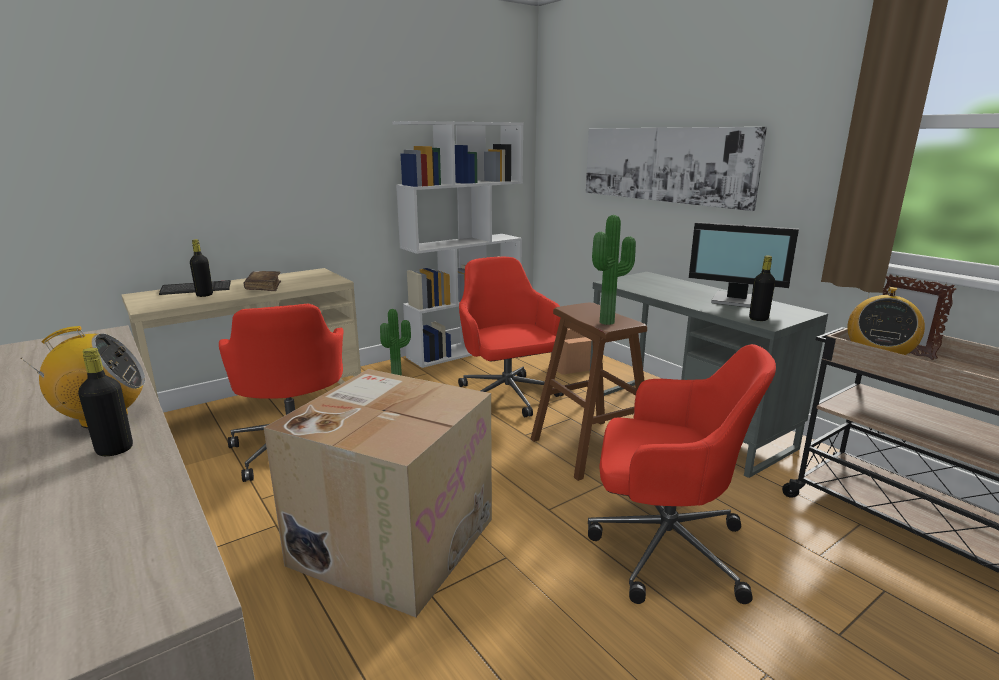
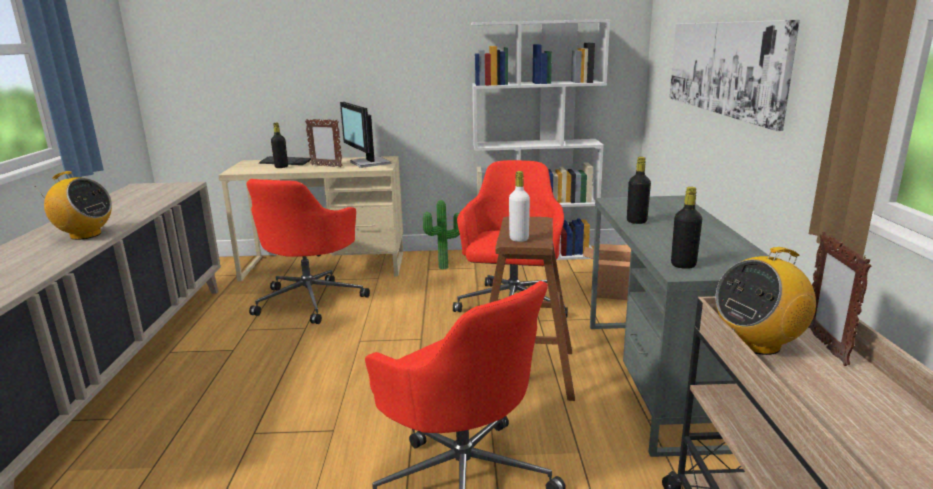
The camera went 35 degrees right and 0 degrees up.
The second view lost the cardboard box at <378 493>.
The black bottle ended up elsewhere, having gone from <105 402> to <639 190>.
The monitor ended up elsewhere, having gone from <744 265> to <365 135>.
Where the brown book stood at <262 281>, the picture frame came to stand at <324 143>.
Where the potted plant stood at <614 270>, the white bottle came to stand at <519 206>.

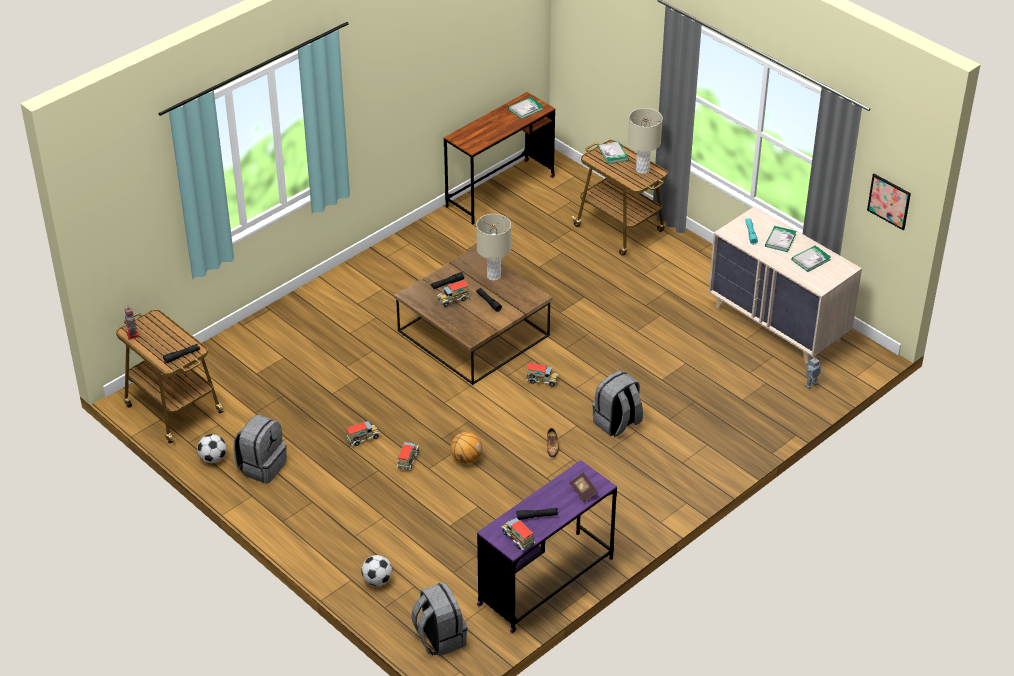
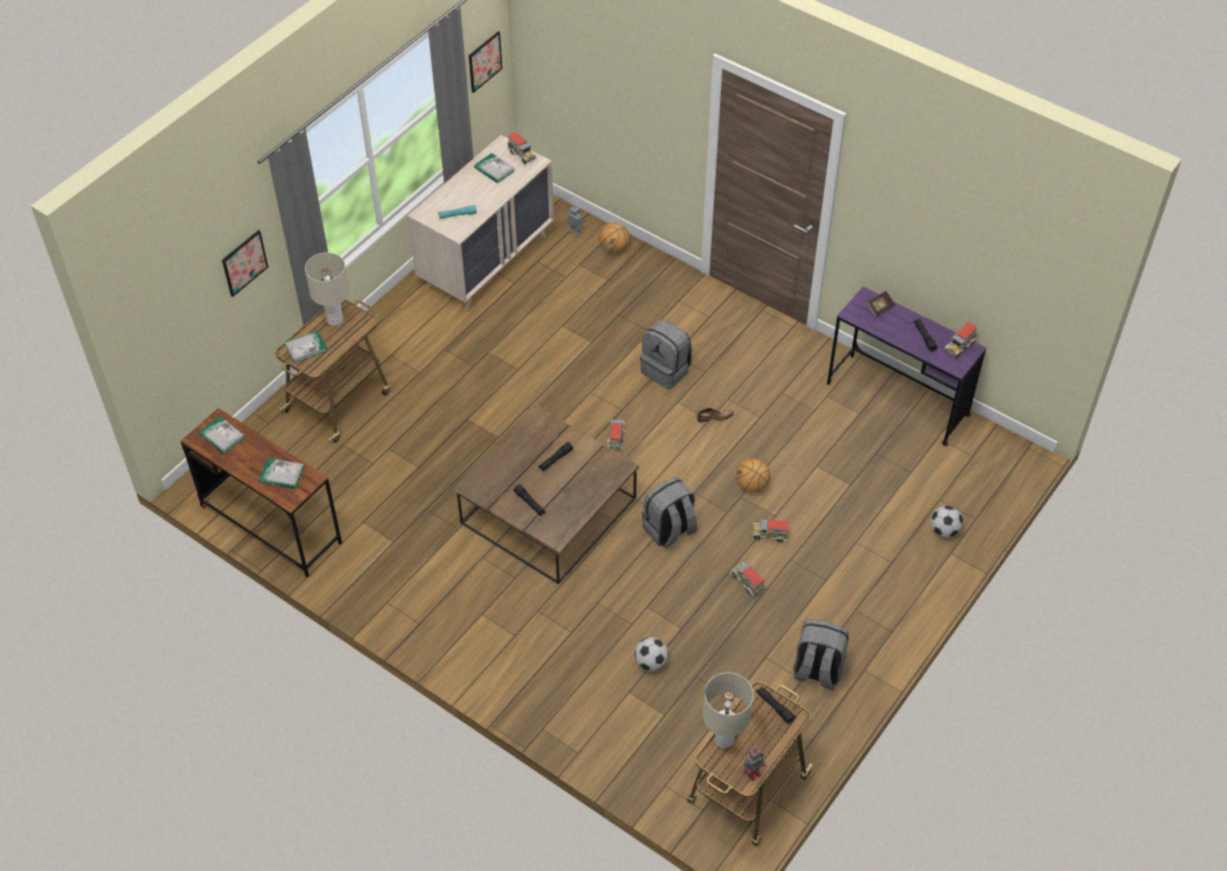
The camera went 100 degrees left and 10 degrees up.
The second view gained the picture at <245 263>.
The second view gained the basketball at <614 237>.
The football ended up elsewhere, having gone from <212 448> to <651 654>.
The grey backpack ended up elsewhere, having gone from <439 619> to <669 512>.
The toy truck ended up elsewhere, having gone from <453 293> to <521 148>.
The beige table lamp ended up elsewhere, having gone from <493 247> to <728 710>.
The book ended up elsewhere, having gone from <780 239> to <282 473>.

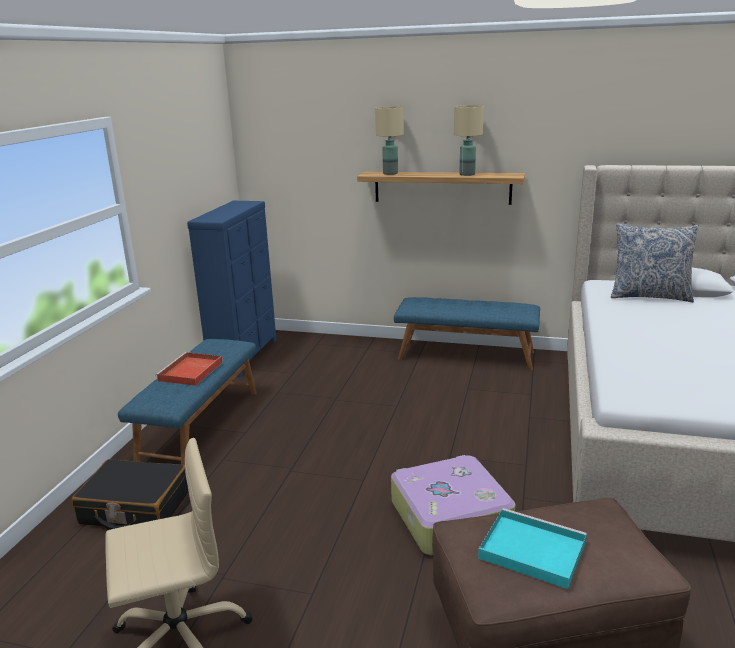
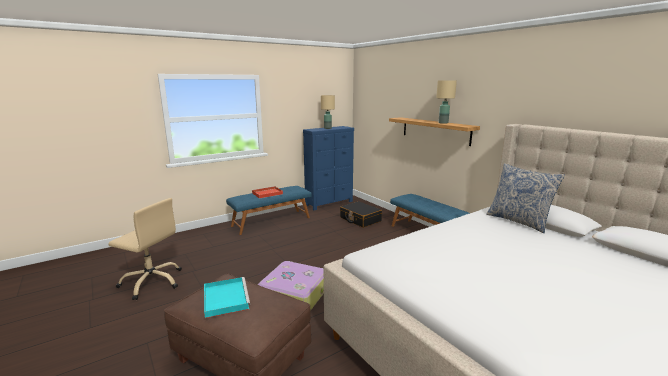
The camera went 40 degrees right and 5 degrees down.
The black suitcase ended up elsewhere, having gone from <130 494> to <361 214>.
The beige table lamp ended up elsewhere, having gone from <389 140> to <328 112>.

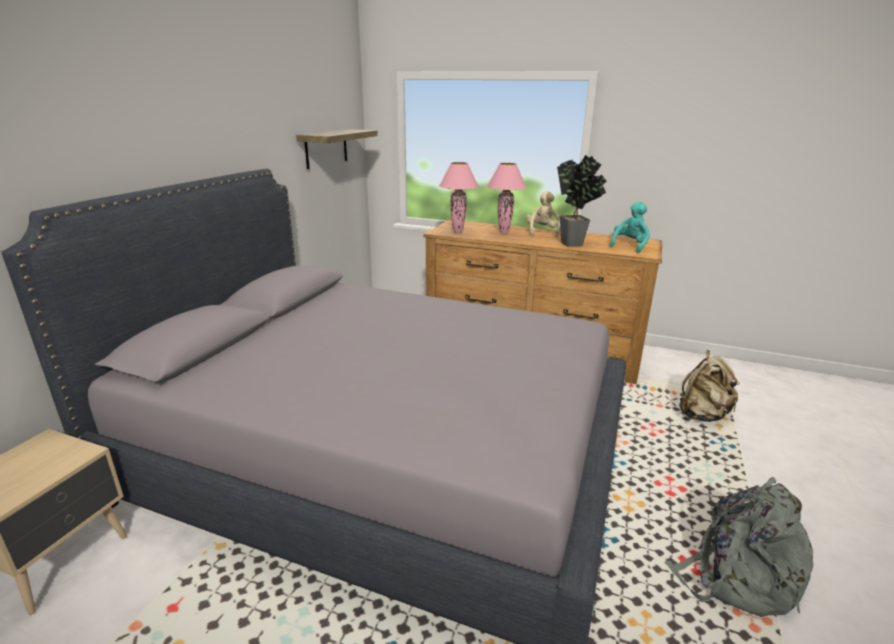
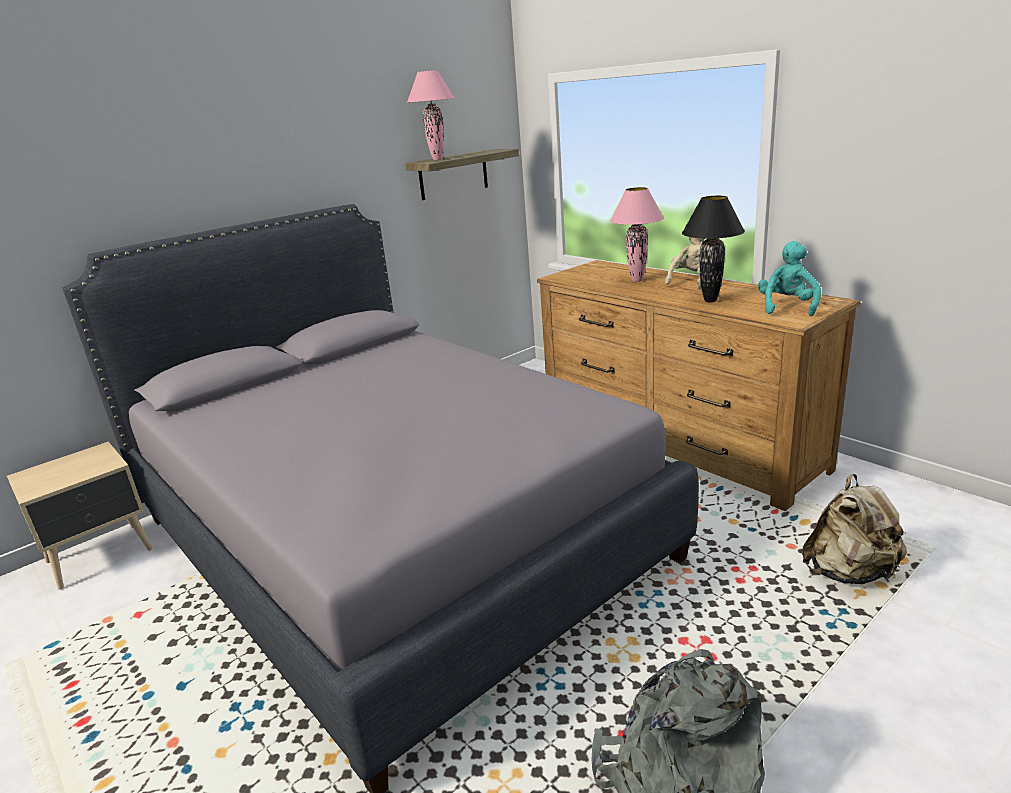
The camera went 30 degrees right and 0 degrees up.
The pink table lamp ended up elsewhere, having gone from <459 197> to <430 115>.
Where the potted plant stood at <582 201>, the black table lamp came to stand at <713 249>.
The turquoise plush toy at <630 227> ended up facing another way, 45 degrees counterclockwise from before.

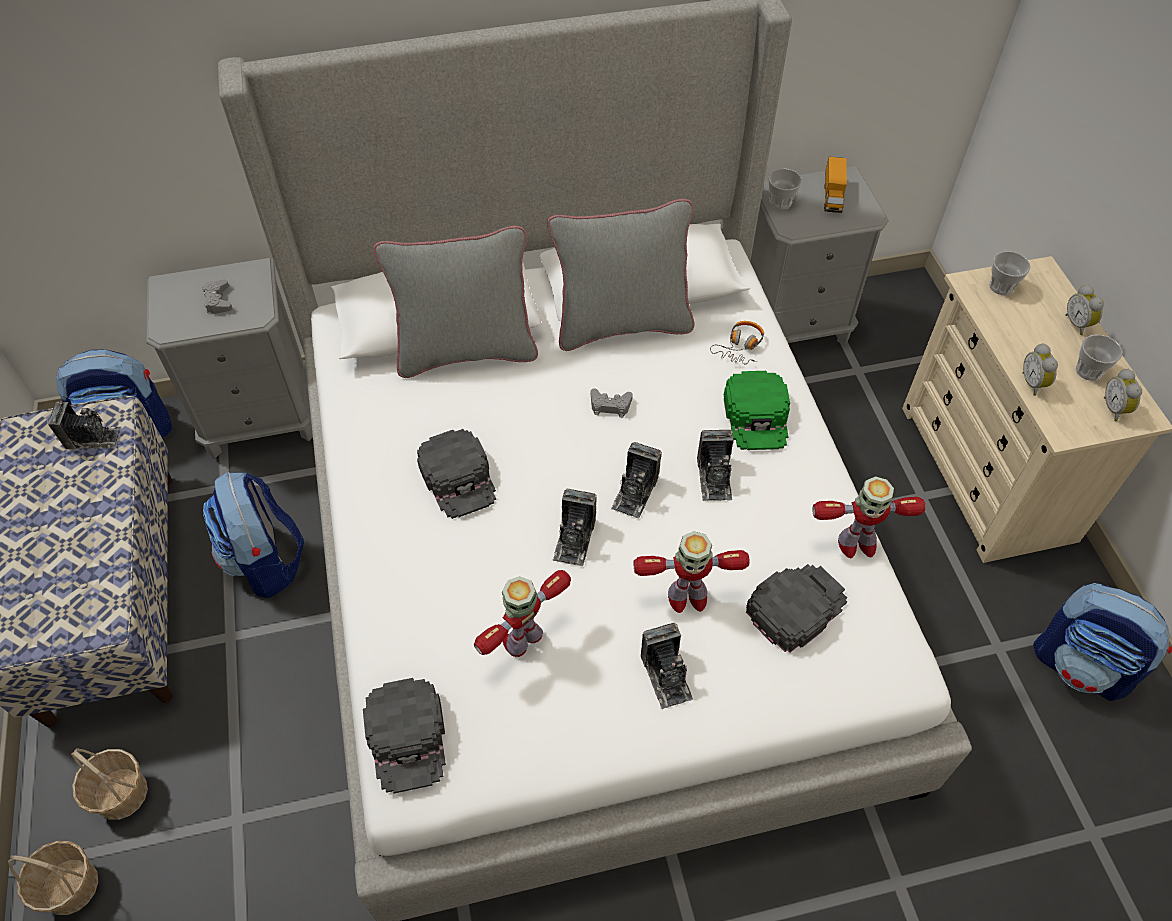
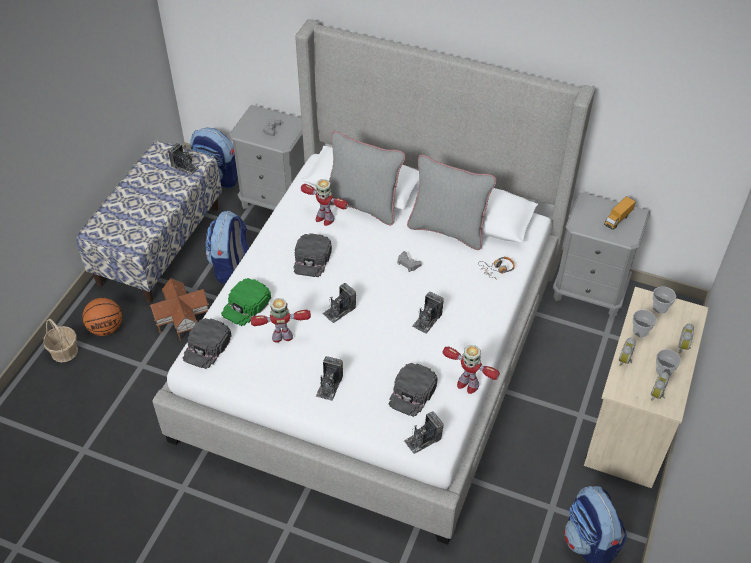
The camera went 35 degrees right and 5 degrees down.
The second view gained the toy house at <179 309>.
The photo camera ended up elsewhere, having gone from <636 480> to <423 432>.
The toy robot ended up elsewhere, having gone from <691 572> to <325 202>.
The green cap ended up elsewhere, having gone from <757 410> to <246 302>.
The cup ended up elsewhere, having gone from <785 189> to <644 323>.
Where the basket stood at <109 784>, the basketball came to stand at <102 317>.
The black cap at <796 608> ended up facing another way, 120 degrees clockwise from before.

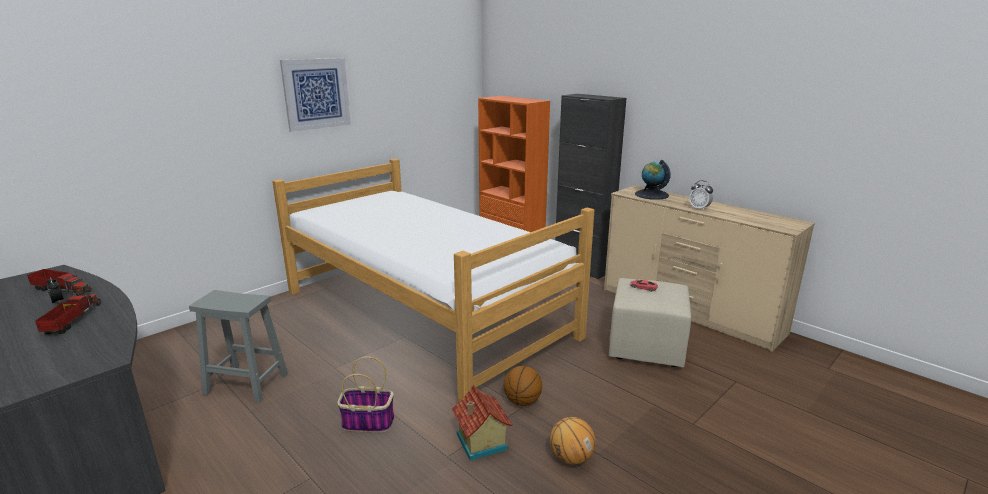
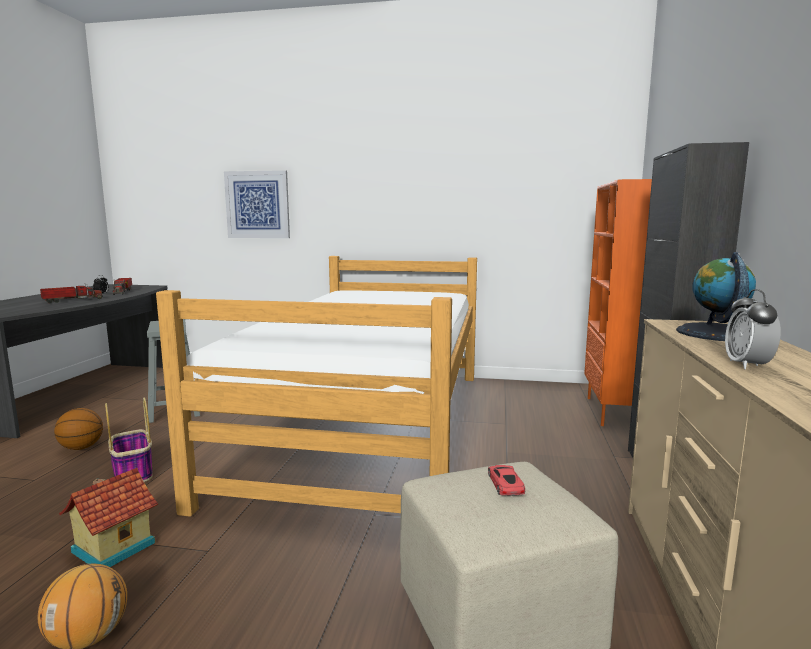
The camera went 55 degrees right and 10 degrees down.
The picture ended up elsewhere, having gone from <315 95> to <257 204>.
The basketball ended up elsewhere, having gone from <523 386> to <78 429>.

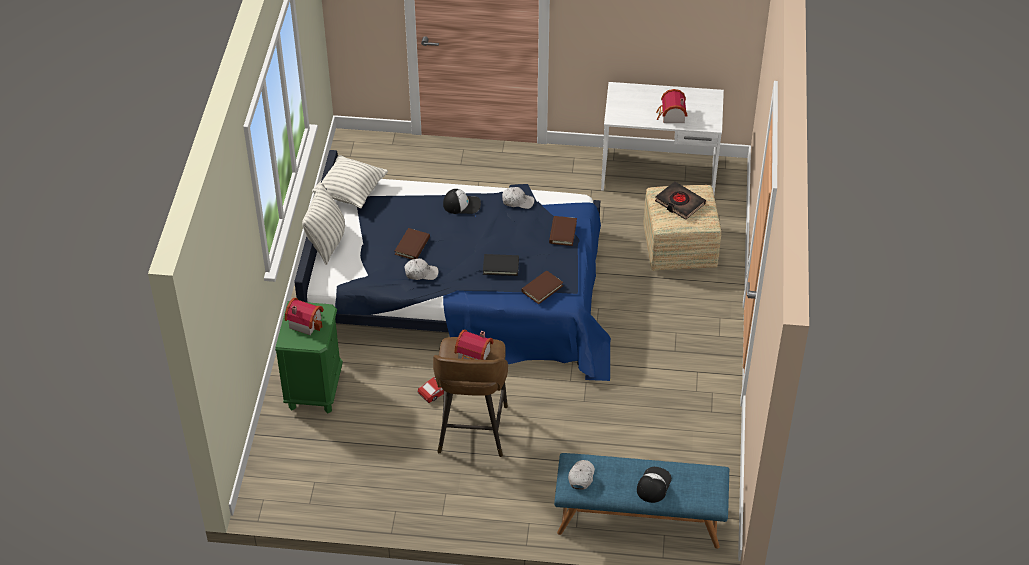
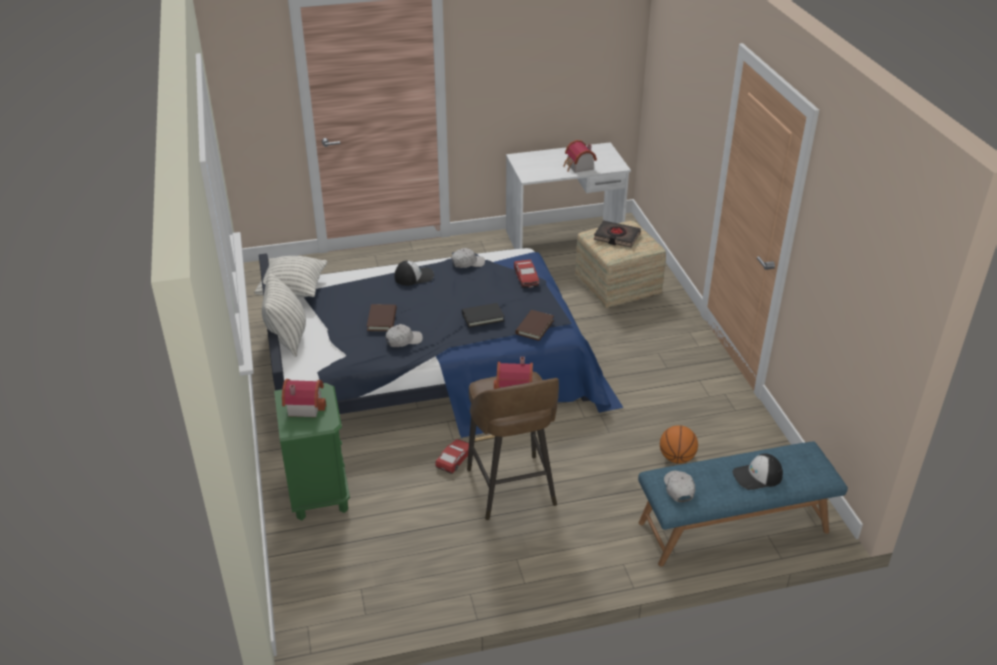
The camera went 20 degrees left and 10 degrees down.
The second view gained the basketball at <679 444>.
Where the brown book stood at <563 231>, the toy car came to stand at <526 273>.
The cap at <654 485> ended up facing another way, 105 degrees counterclockwise from before.

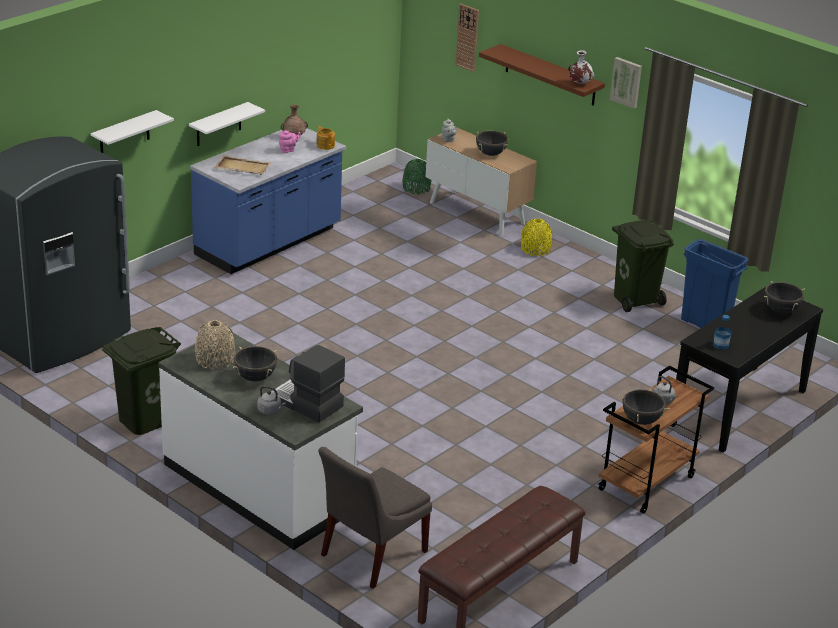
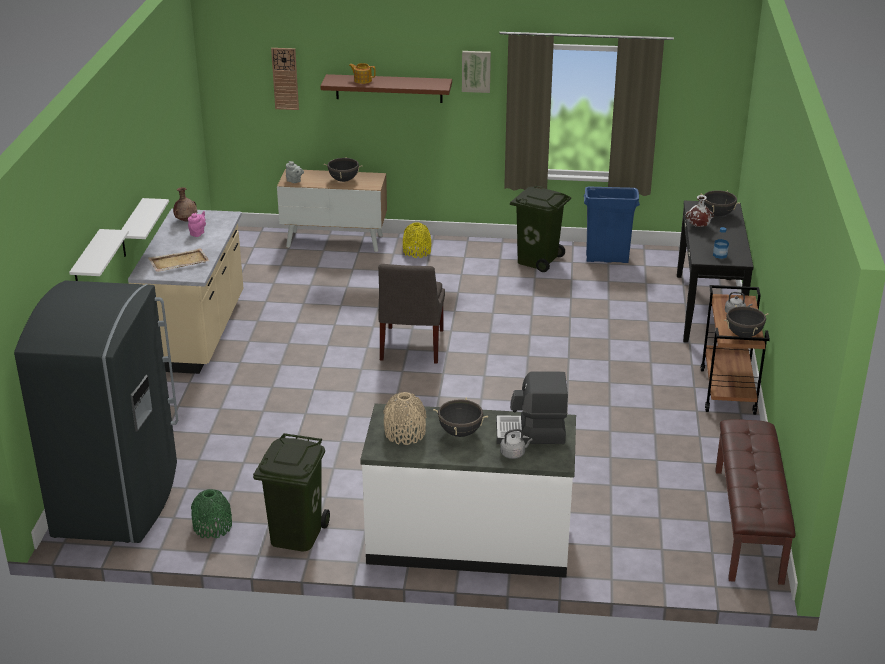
The camera went 35 degrees left and 0 degrees up.
The teapot ended up elsewhere, having gone from <325 138> to <362 73>.
The grey chair ended up elsewhere, having gone from <375 518> to <411 314>.
The green vase ended up elsewhere, having gone from <417 176> to <211 513>.
The white vase ended up elsewhere, having gone from <581 67> to <699 211>.
What was the blue counter at <268 201> turned into the beige counter at <185 291>.

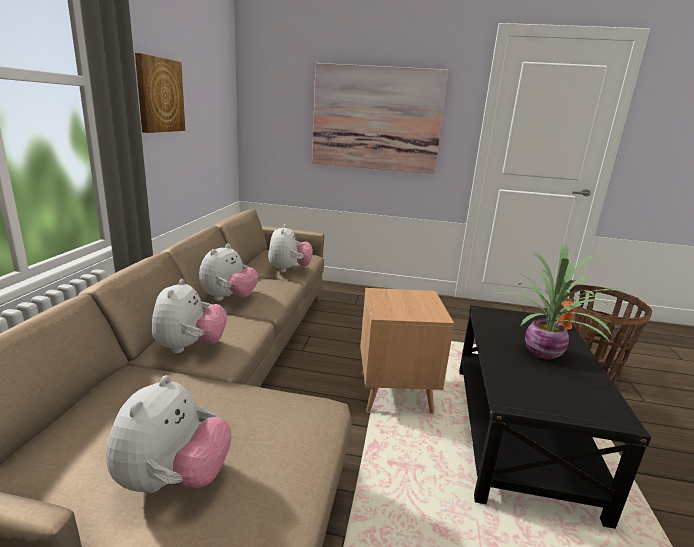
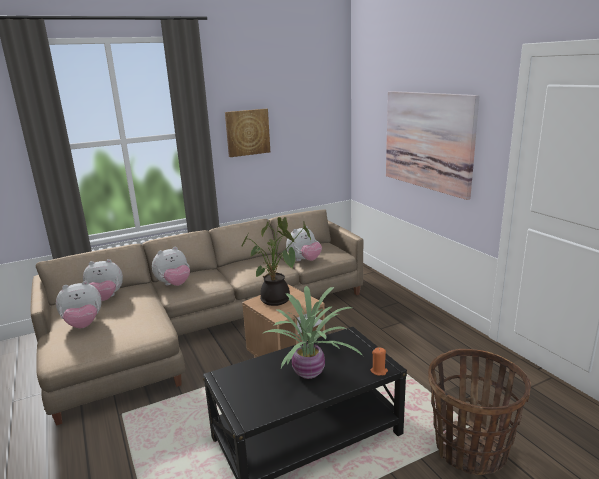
The camera went 55 degrees right and 0 degrees up.
The second view gained the potted plant at <276 261>.
The plush toy ended up elsewhere, having gone from <228 272> to <103 280>.

